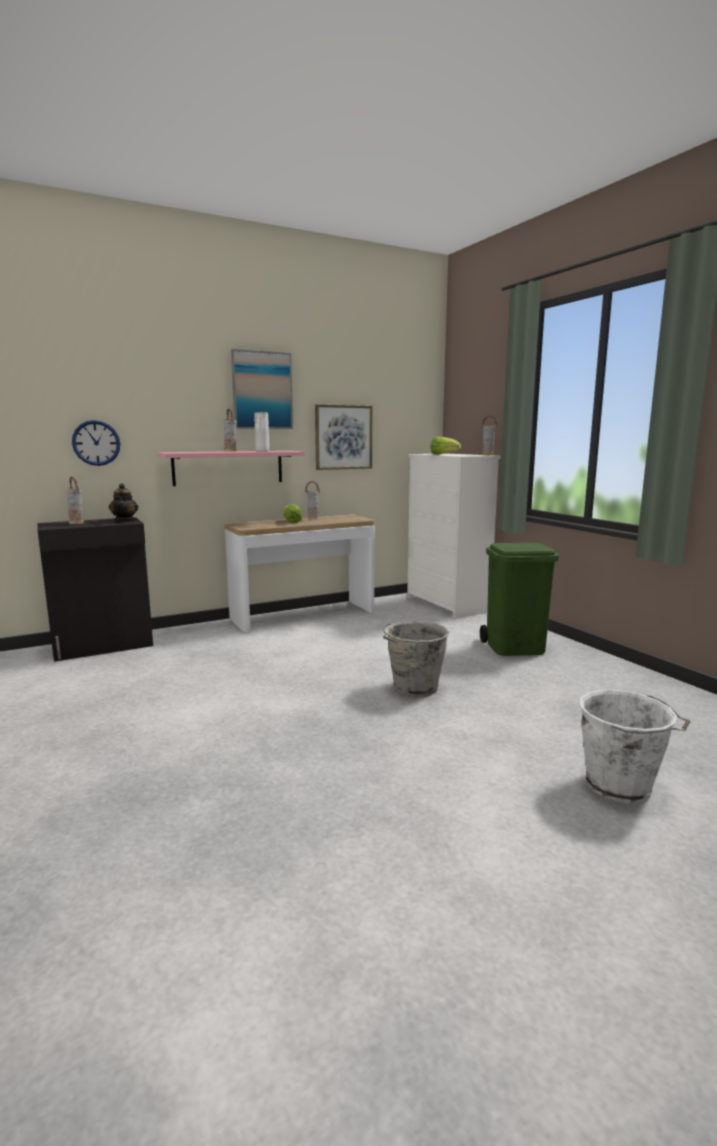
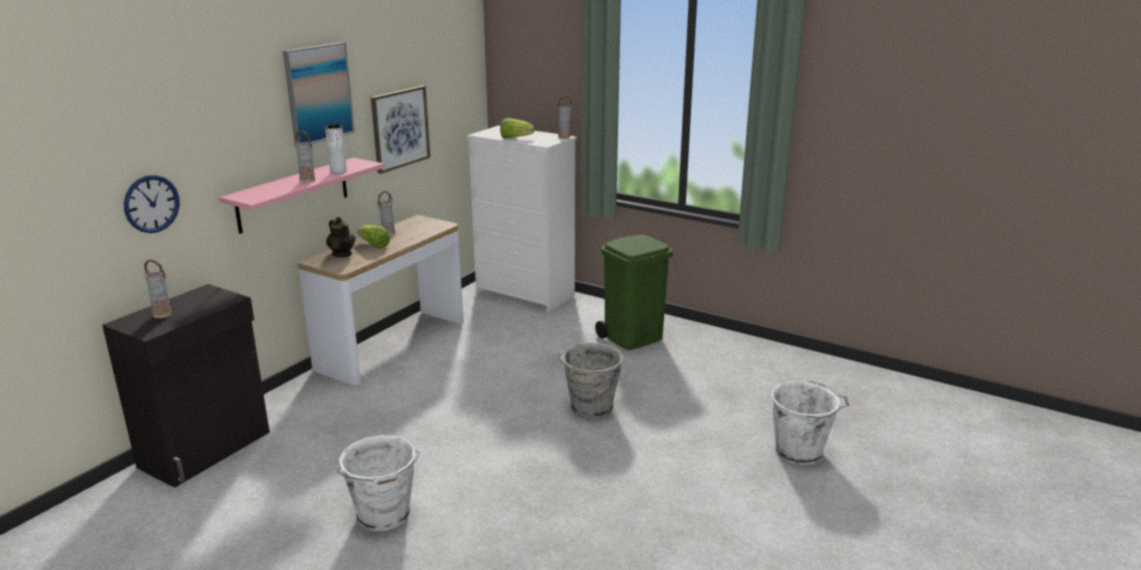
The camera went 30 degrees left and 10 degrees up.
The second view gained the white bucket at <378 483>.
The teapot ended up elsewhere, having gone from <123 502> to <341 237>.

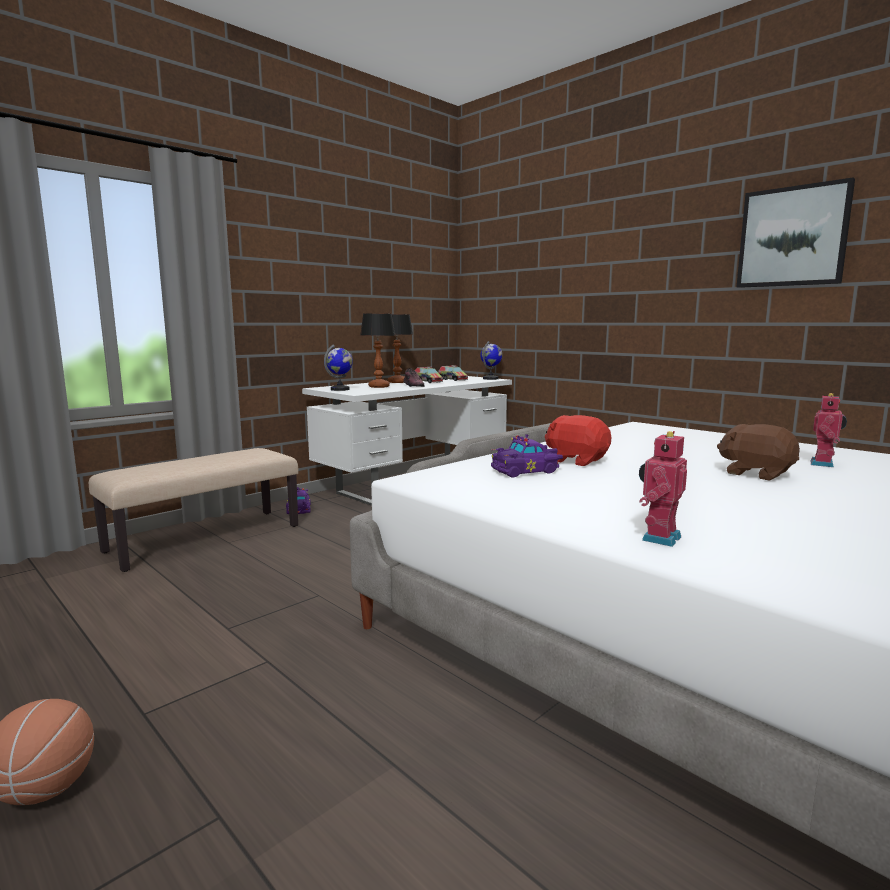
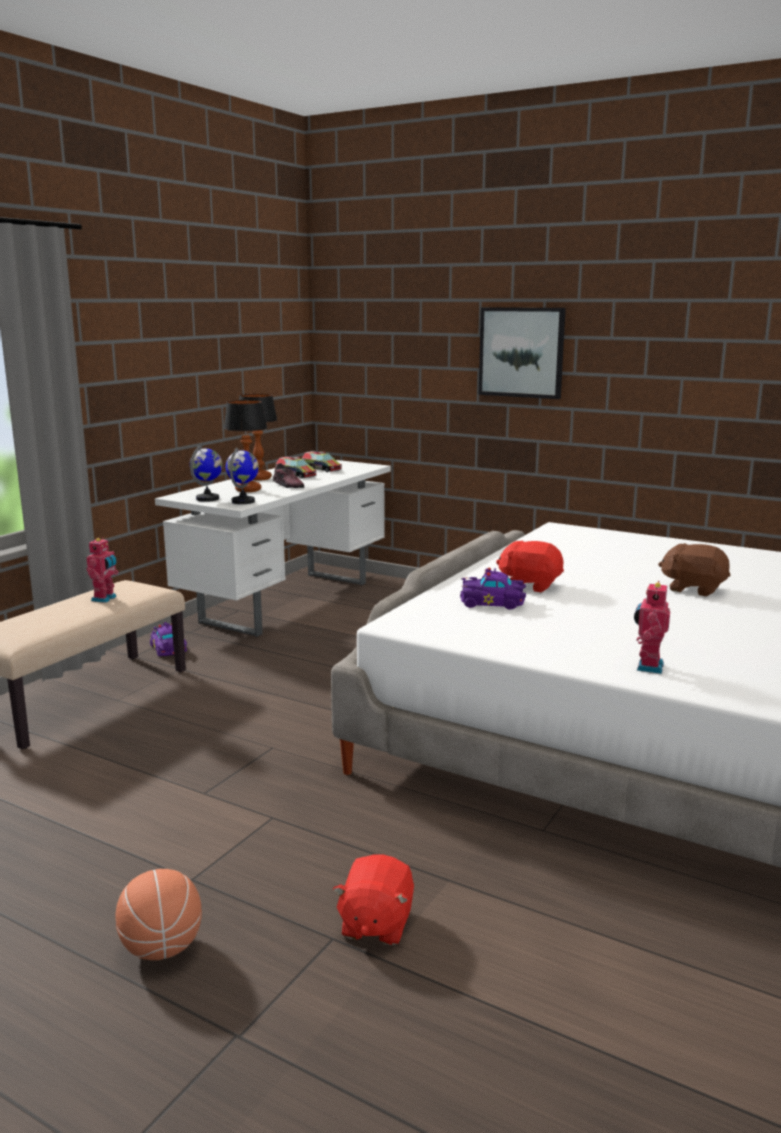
The camera went 15 degrees left and 5 degrees up.
The second view gained the red plush toy at <373 899>.
The globe ended up elsewhere, having gone from <491 360> to <242 475>.
The picture ended up elsewhere, having gone from <795 233> to <522 353>.
The toy robot ended up elsewhere, having gone from <829 430> to <102 570>.
The purple toy car at <527 455> ended up facing another way, 45 degrees clockwise from before.

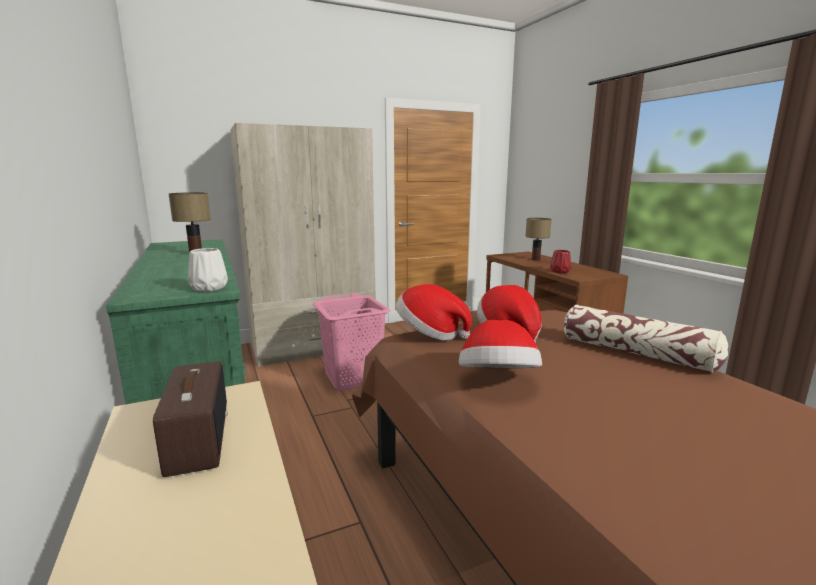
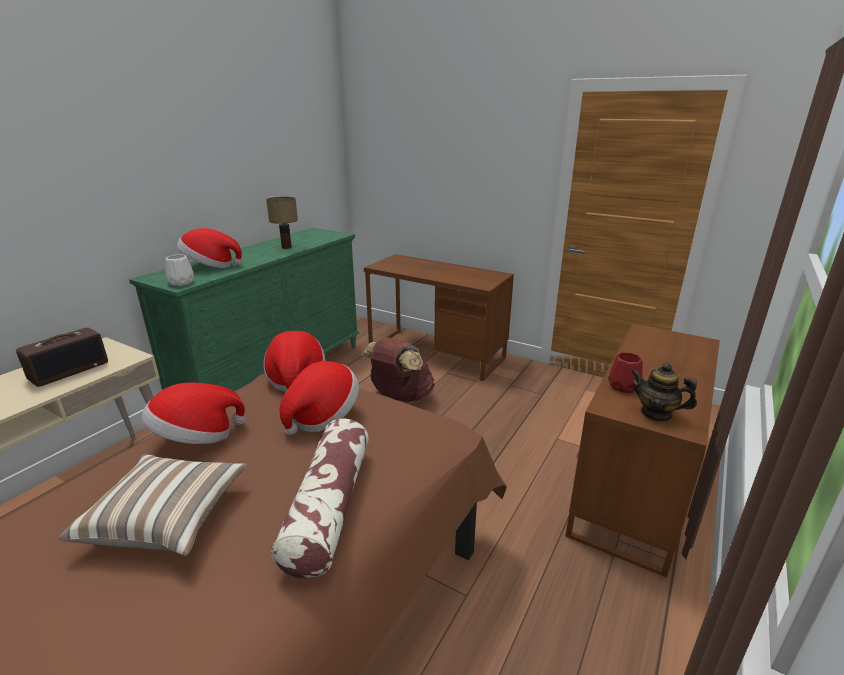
The camera went 55 degrees right and 10 degrees up.
The second view lost the table lamp at <538 239>.
The second view gained the pillow at <153 505>.
The second view gained the hat at <209 248>.
The second view gained the teapot at <664 392>.
Where the beige wardrobe stood at <303 245>, the brown desk came to stand at <439 317>.
Where the pink laundry basket stood at <352 342>, the brown backpack came to stand at <397 369>.

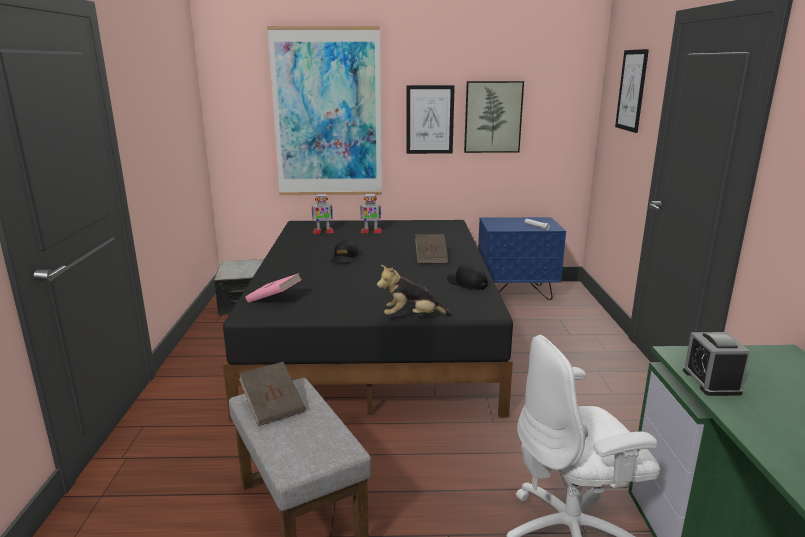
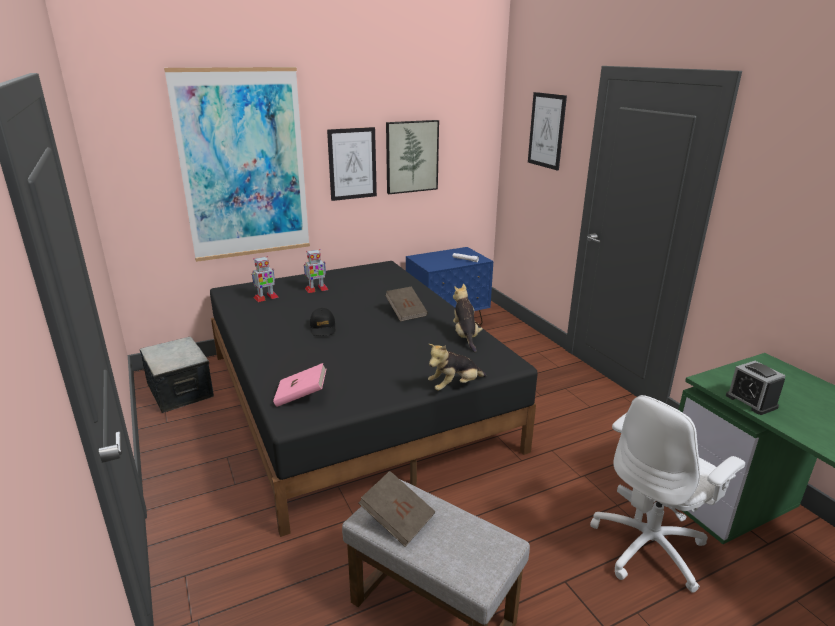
The camera went 25 degrees left and 5 degrees up.
Where the black cap stood at <467 277>, the plush toy came to stand at <468 318>.

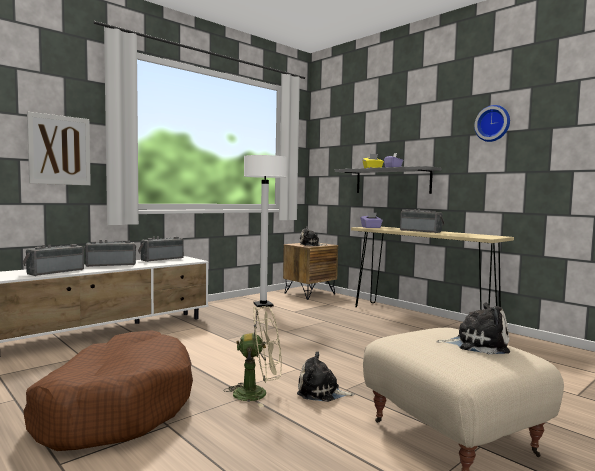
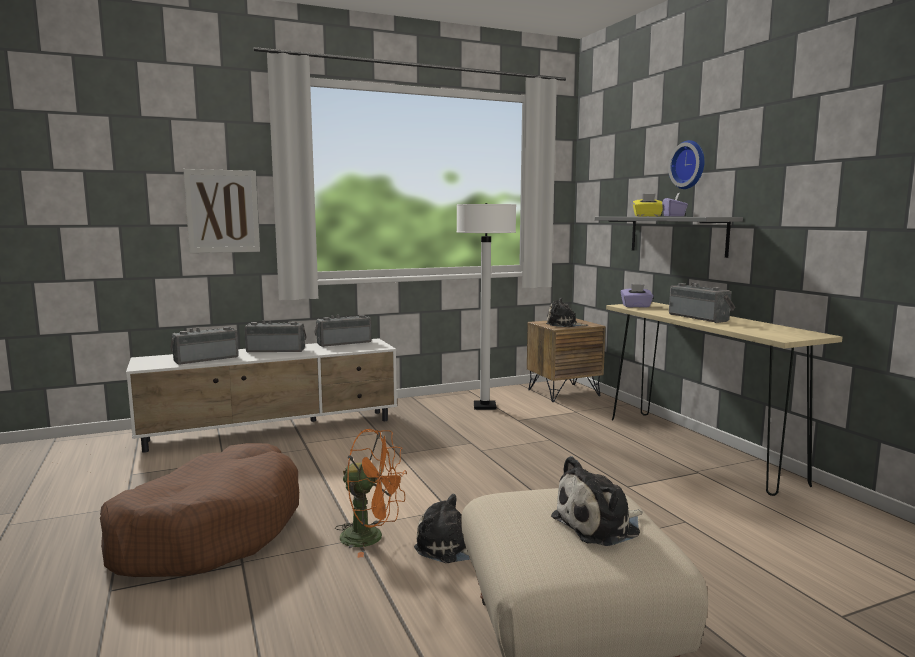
The camera went 20 degrees right and 5 degrees up.
The wall clock ended up elsewhere, having gone from <492 123> to <686 164>.
What was the beige fan at <253 356> turned into the orange fan at <371 493>.
The plush toy at <473 328> ended up facing another way, 120 degrees clockwise from before.

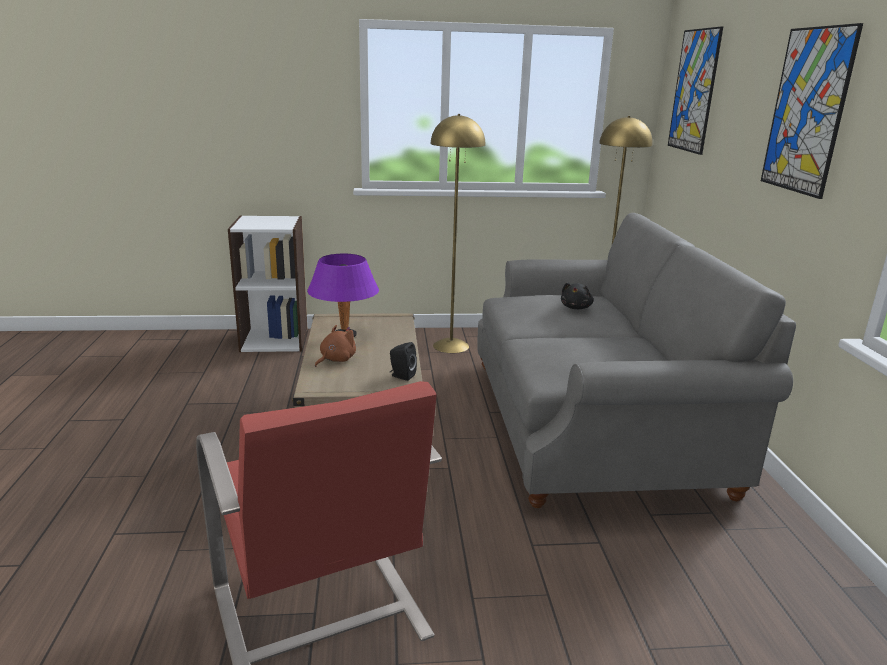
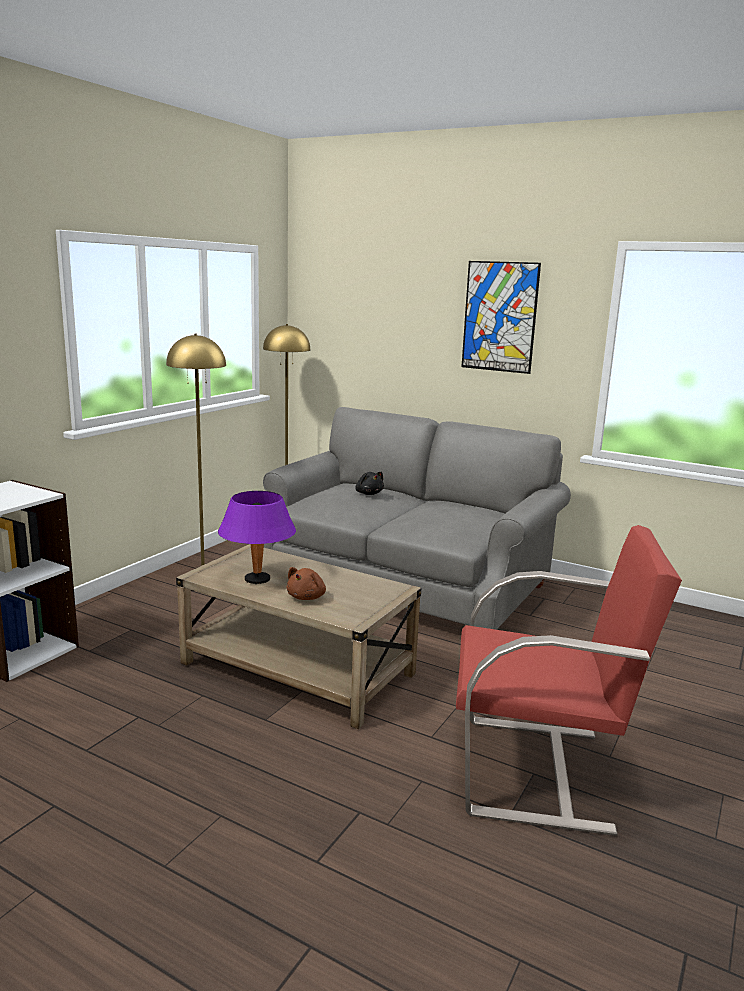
The camera went 55 degrees left and 5 degrees down.
The second view lost the black speaker at <403 361>.
The second view lost the picture at <695 90>.
The brown plush toy at <335 346> ended up facing another way, 135 degrees counterclockwise from before.

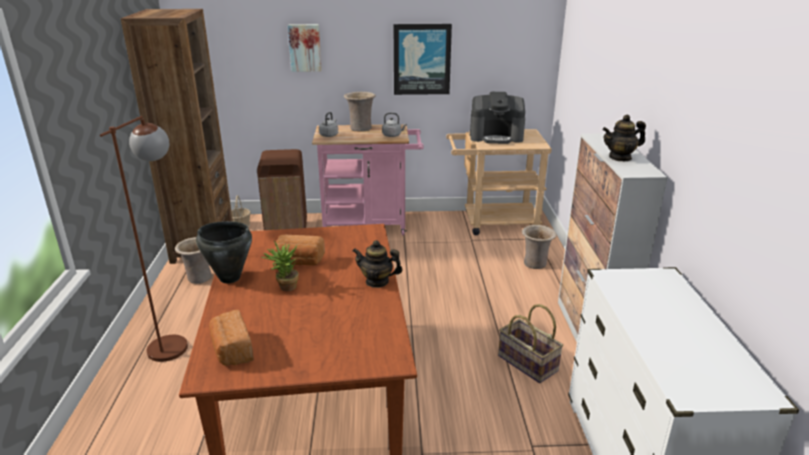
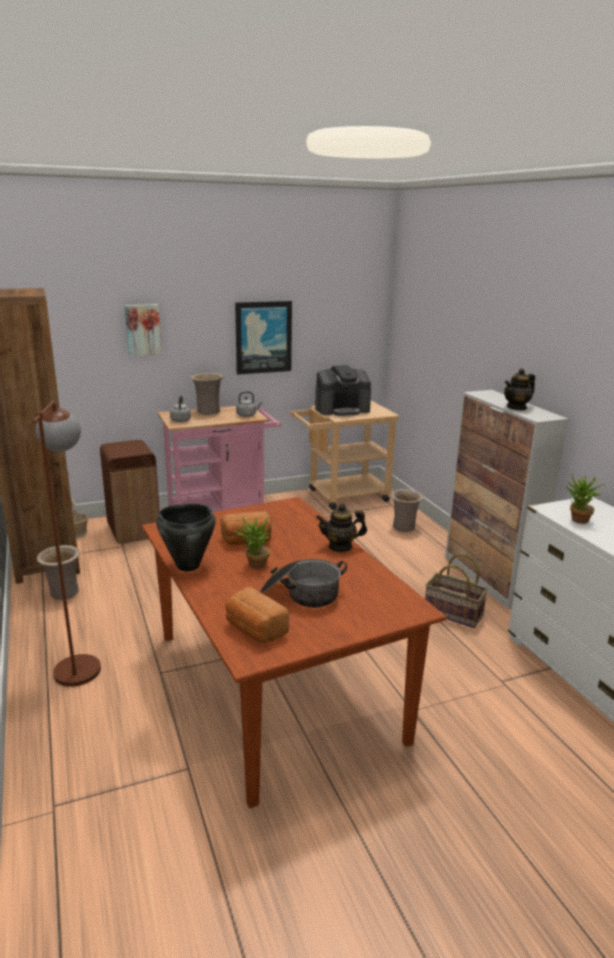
The camera went 20 degrees left and 5 degrees down.
The second view gained the cooking pot at <303 583>.
The second view gained the potted plant at <585 499>.

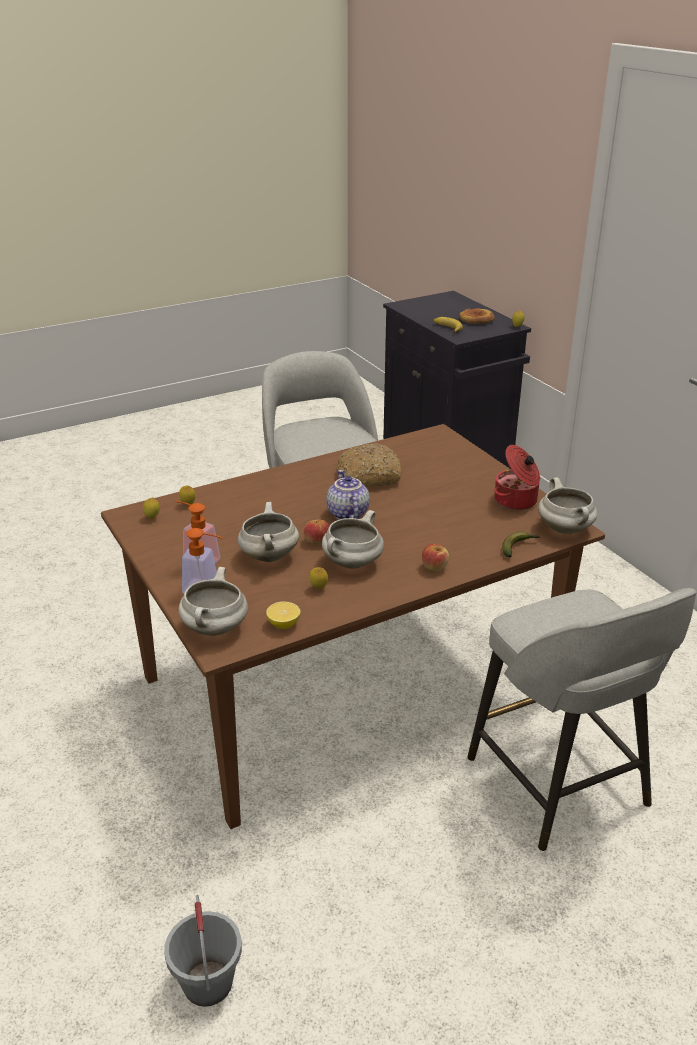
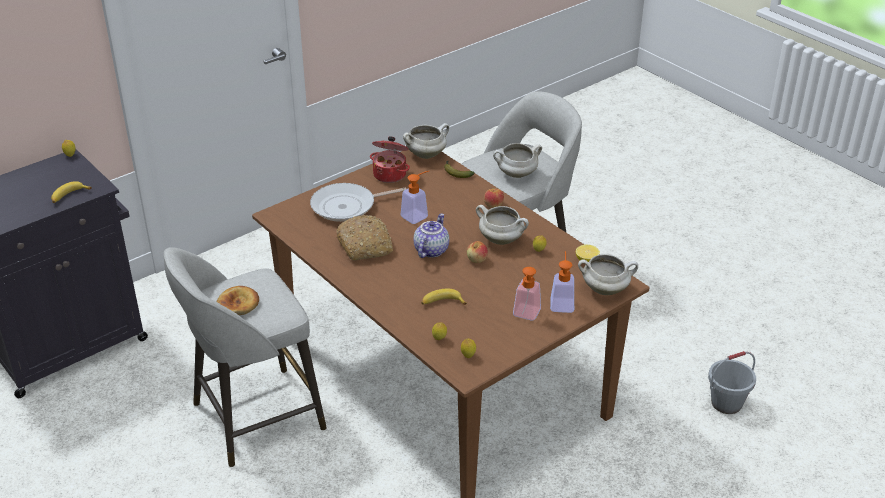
The camera went 100 degrees left and 5 degrees up.
The second view gained the frying pan at <358 202>.
The second view gained the soap dispenser at <415 197>.
The second view gained the banana at <444 296>.
The white cooking pot ended up elsewhere, having gone from <268 532> to <517 160>.
The bread ended up elsewhere, having gone from <477 316> to <237 300>.
The teapot at <348 495> ended up facing another way, 135 degrees clockwise from before.

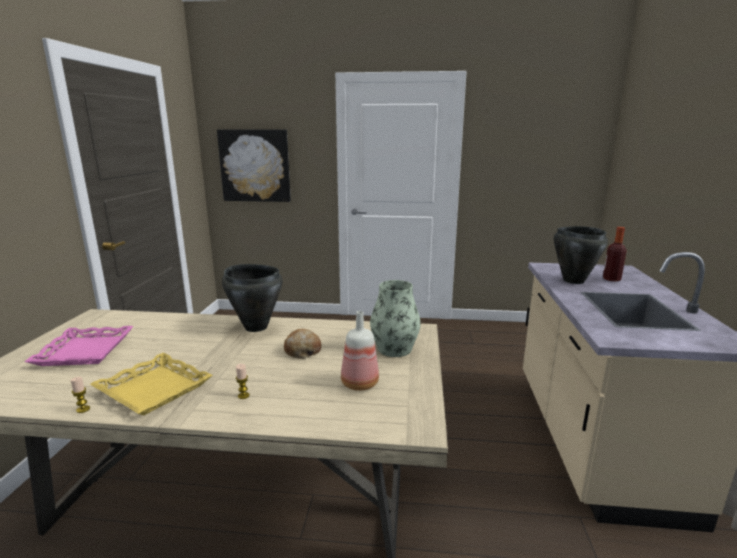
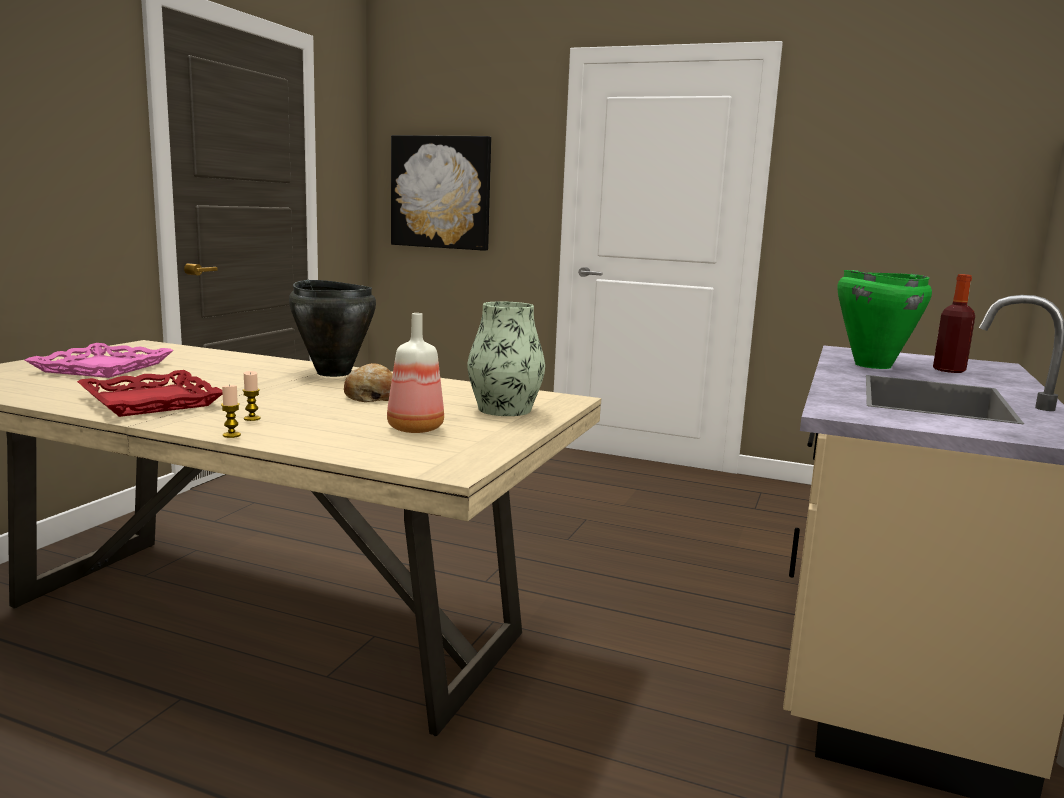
The camera went 15 degrees right and 5 degrees down.
The candle ended up elsewhere, having gone from <80 395> to <231 411>.
What was the yellow tray at <151 384> turned into the red tray at <149 393>.
What was the black cooking pot at <581 255> turned into the green cooking pot at <884 319>.

